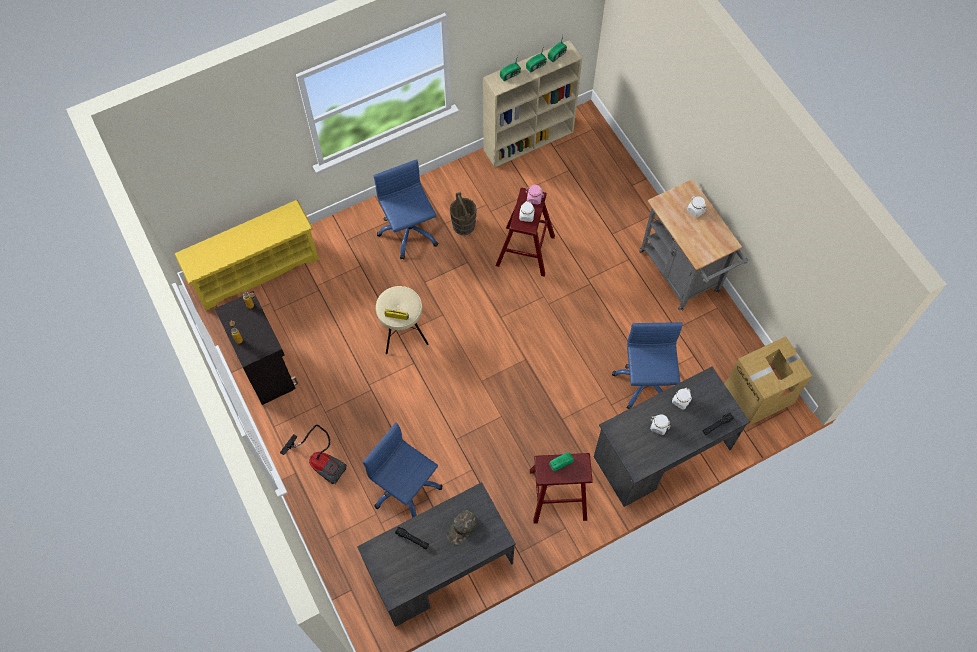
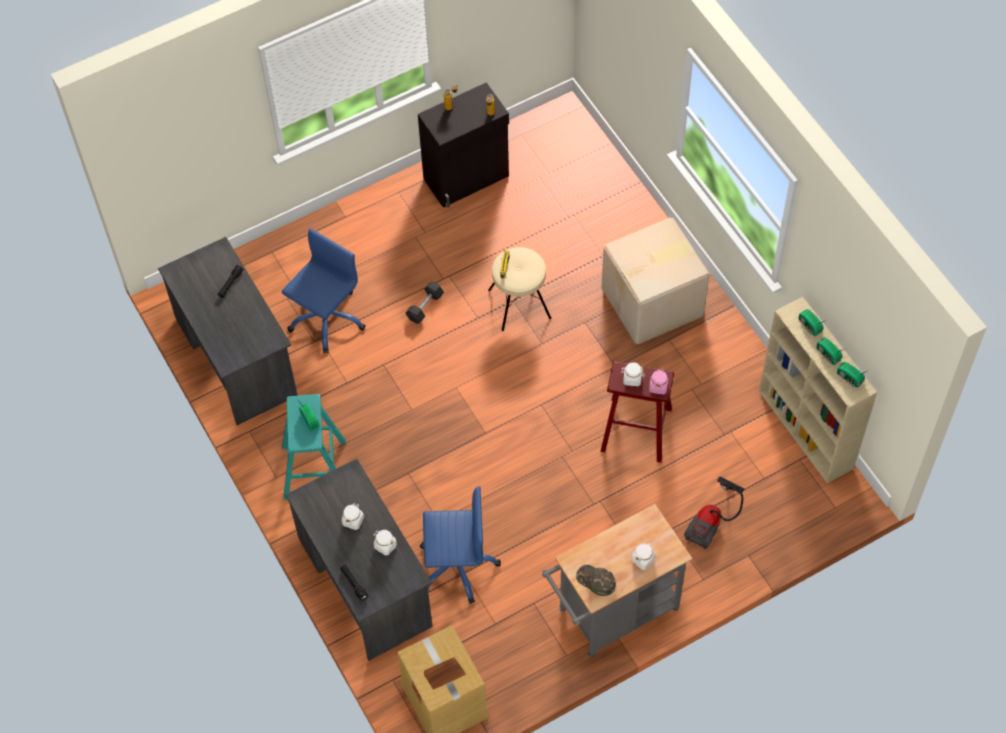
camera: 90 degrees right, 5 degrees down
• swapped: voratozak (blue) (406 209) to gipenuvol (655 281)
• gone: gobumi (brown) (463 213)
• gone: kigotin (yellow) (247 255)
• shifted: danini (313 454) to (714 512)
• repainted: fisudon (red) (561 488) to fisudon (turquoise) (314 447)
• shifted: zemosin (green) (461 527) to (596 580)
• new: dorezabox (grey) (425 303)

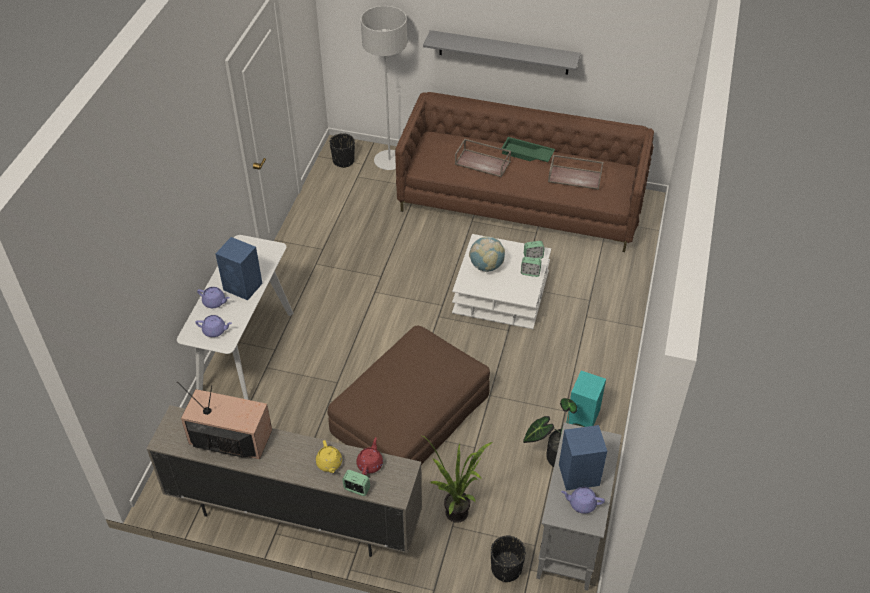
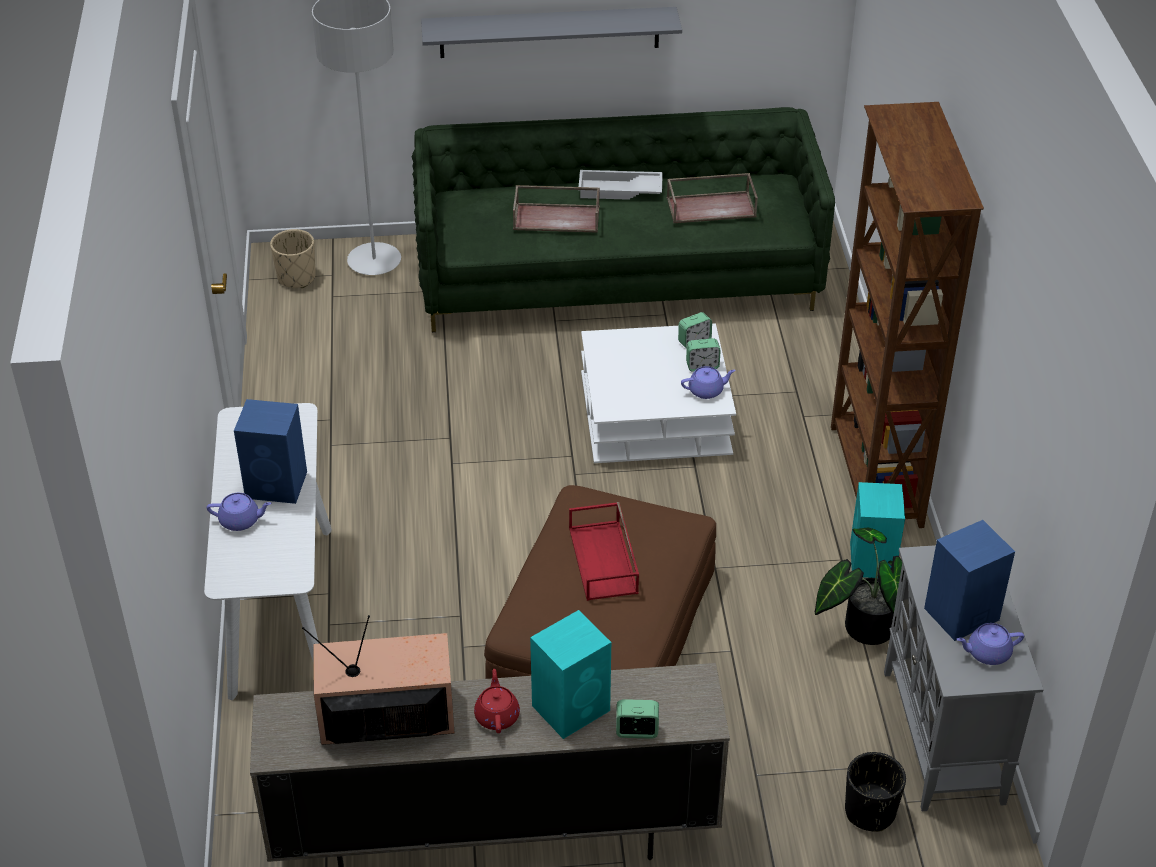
camera: 20 degrees left, 5 degrees down
• repainted: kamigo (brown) (524 172) to kamigo (green) (623 219)
• repainted: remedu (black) (342 150) to remedu (beige) (293 258)
• repainted: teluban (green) (528 149) to teluban (white) (621 185)
• gone: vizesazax (487 254)
• shifted: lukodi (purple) (213 326) to (708 382)
• gone: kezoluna (457 479)
• shifted: lukodi (red) (369 456) to (497 701)
• swapped: lukodi (yellow) (329 456) to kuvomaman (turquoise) (570 674)
• new: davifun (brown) (907 315)
• new: teluban (red) (604 551)

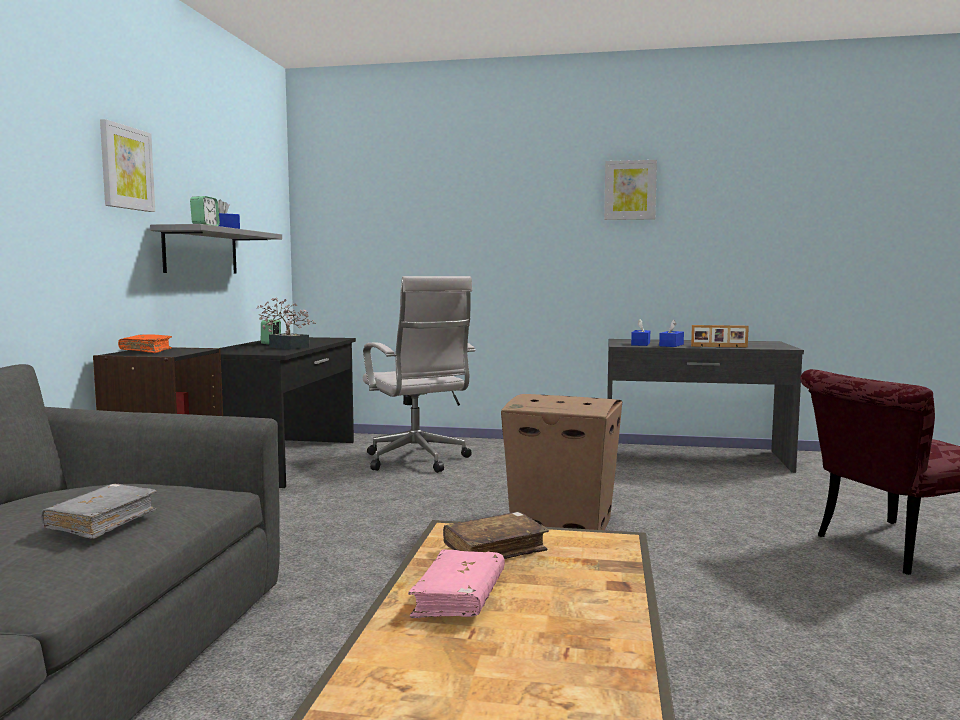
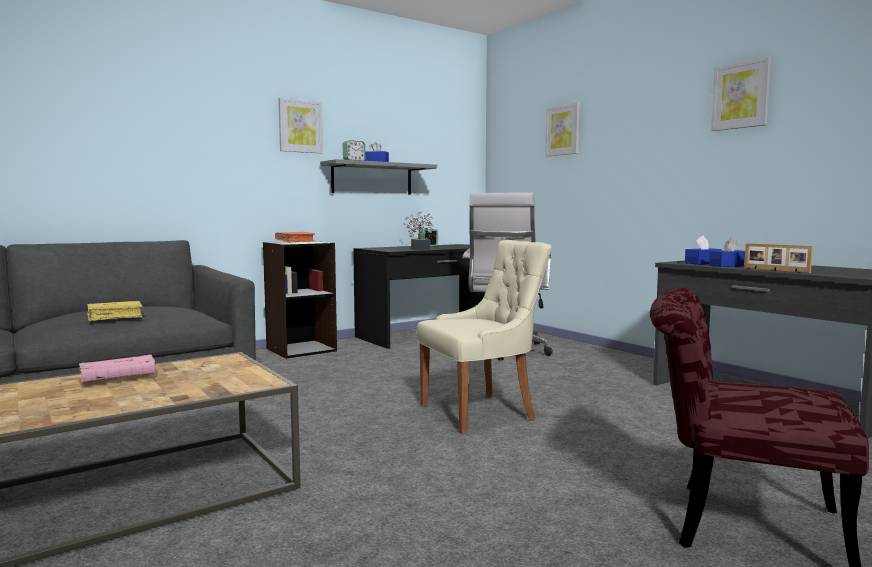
camera: 45 degrees right, 0 degrees up
• swapped: gipenuvol (561 462) to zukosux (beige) (484 337)
• repainted: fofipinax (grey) (99 511) to fofipinax (yellow) (115 311)
• gone: fofipinax (brown) (496 535)
• new: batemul (562 130)

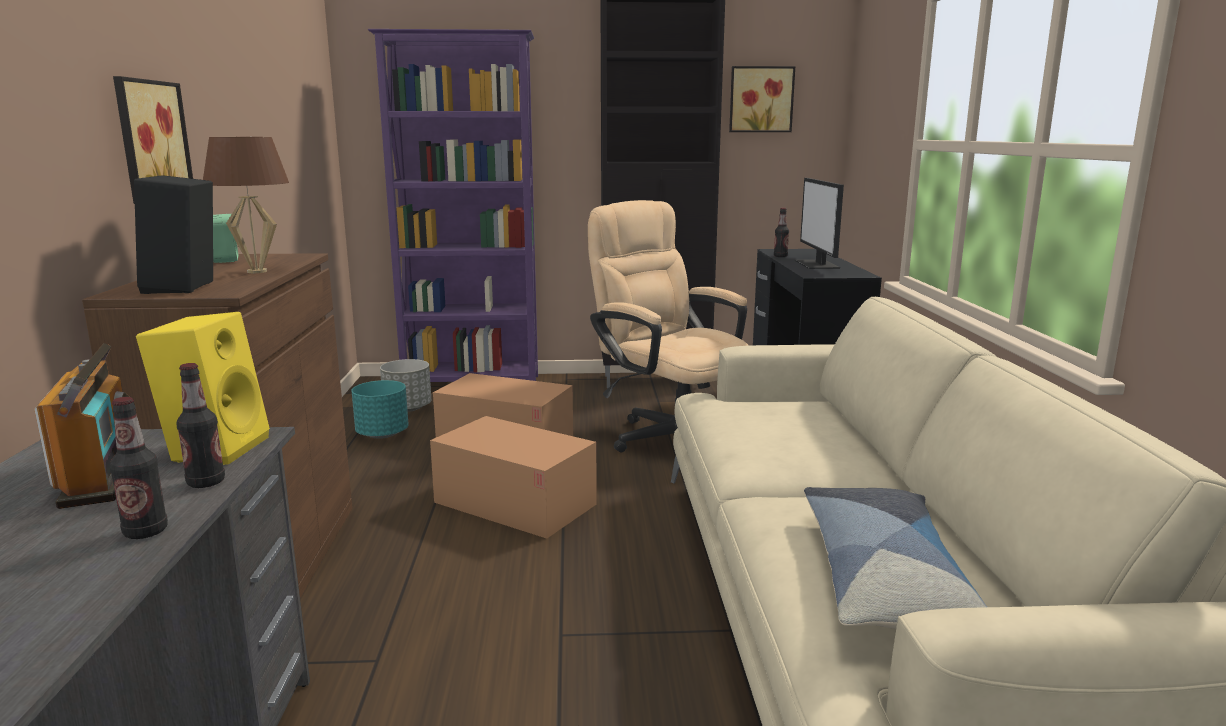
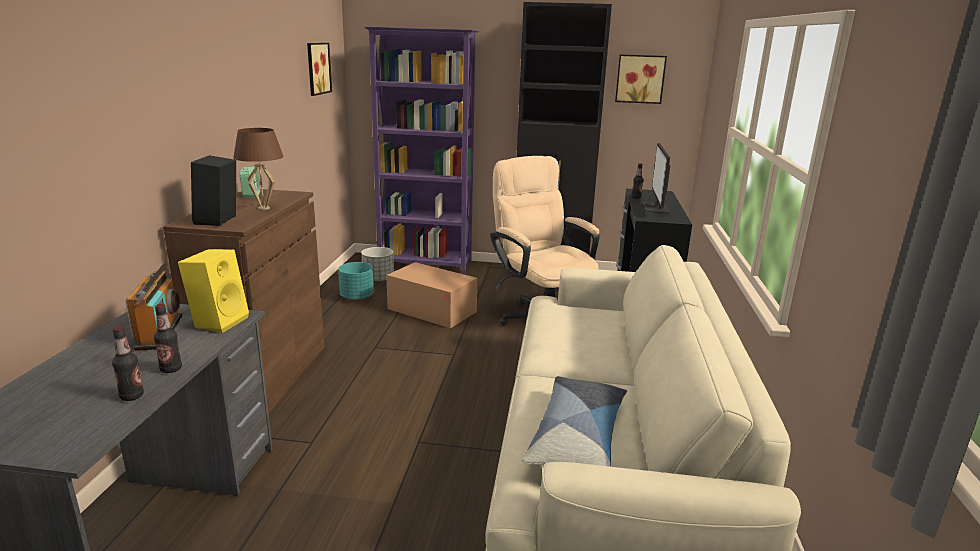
camera: 10 degrees right, 5 degrees up
• shifted: batemul (153 140) to (319 69)
• shifted: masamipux (200 425) to (128 363)
• gone: gipenuvol (513 477)

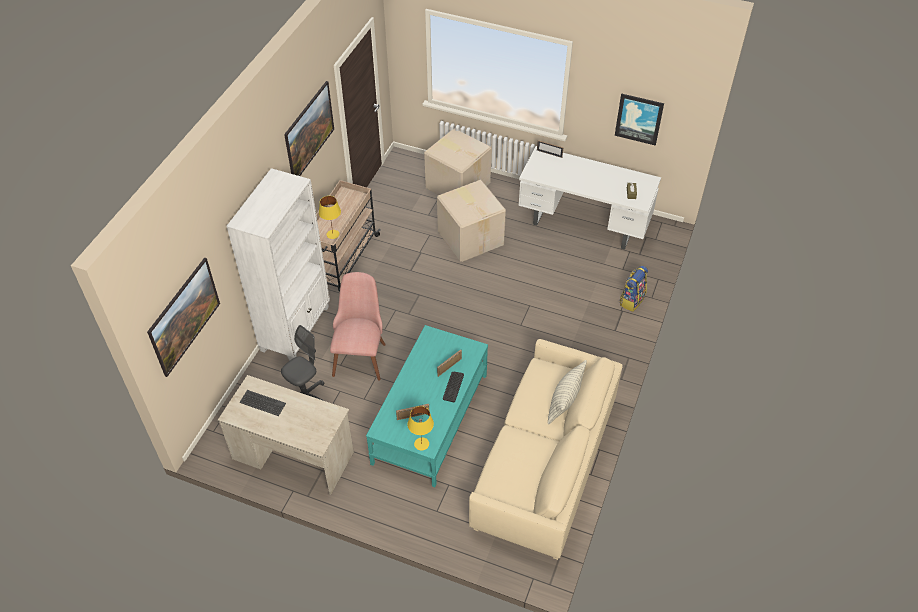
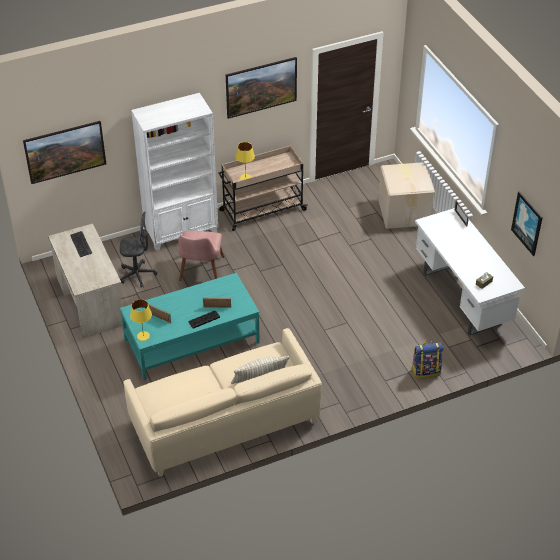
camera: 45 degrees right, 5 degrees down
• gone: gipenuvol (471 221)
• rotated: zukosux (pink) (358 326) = (200 256) 135 degrees clockwise

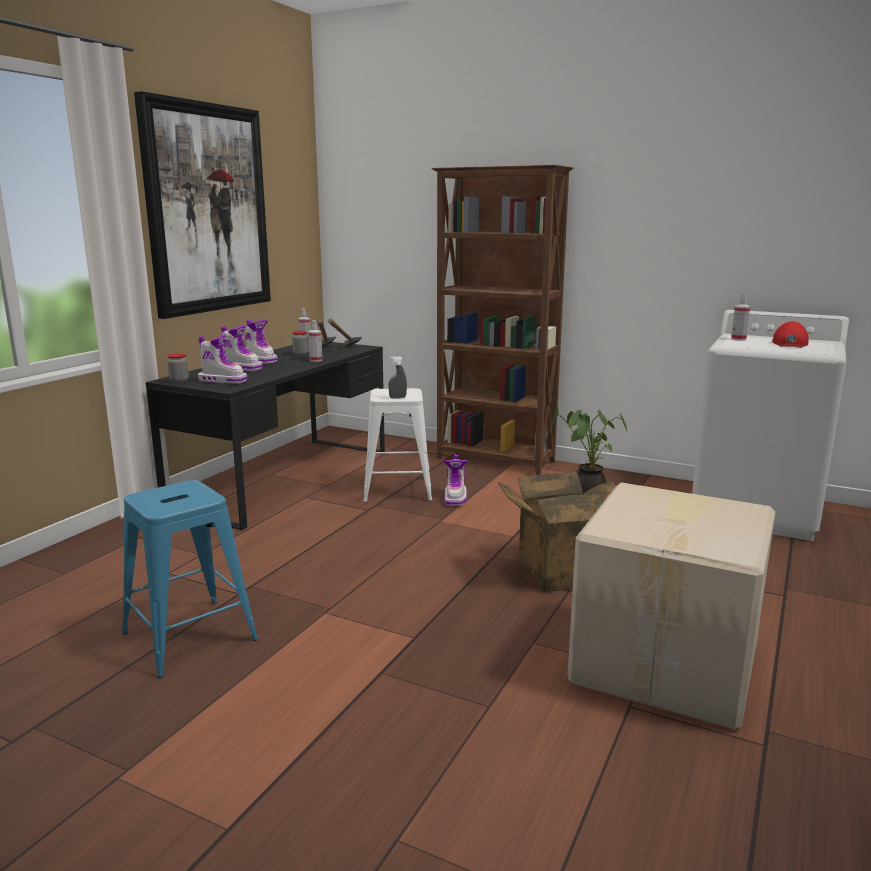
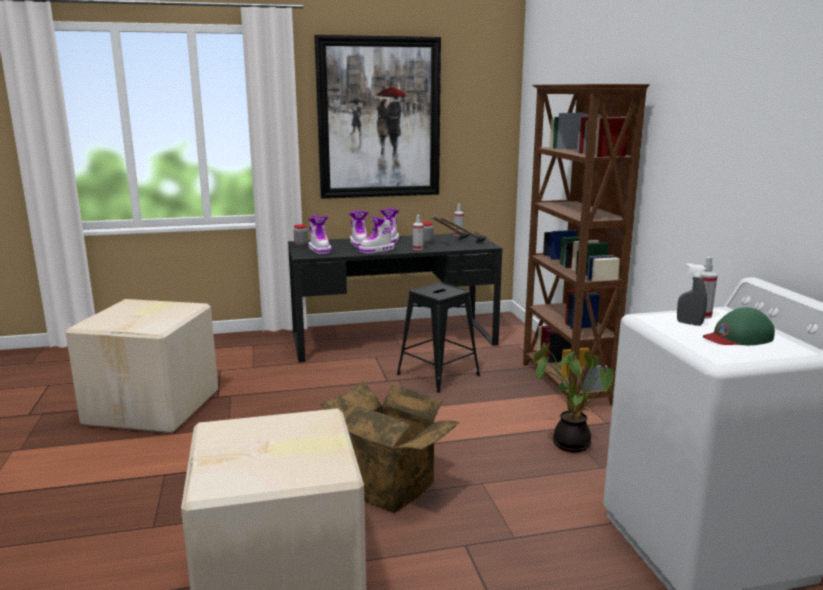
camera: 50 degrees right, 0 degrees up
• repainted: zemosin (red) (790 334) to zemosin (green) (739 326)
• shifted: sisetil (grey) (398 377) to (692 294)
• repainted: fisudon (white) (397 445) to fisudon (black) (438 338)
• shifted: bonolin (455 480) to (376 235)
• swapped: fisudon (blue) (190 579) to gipenuvol (141 366)

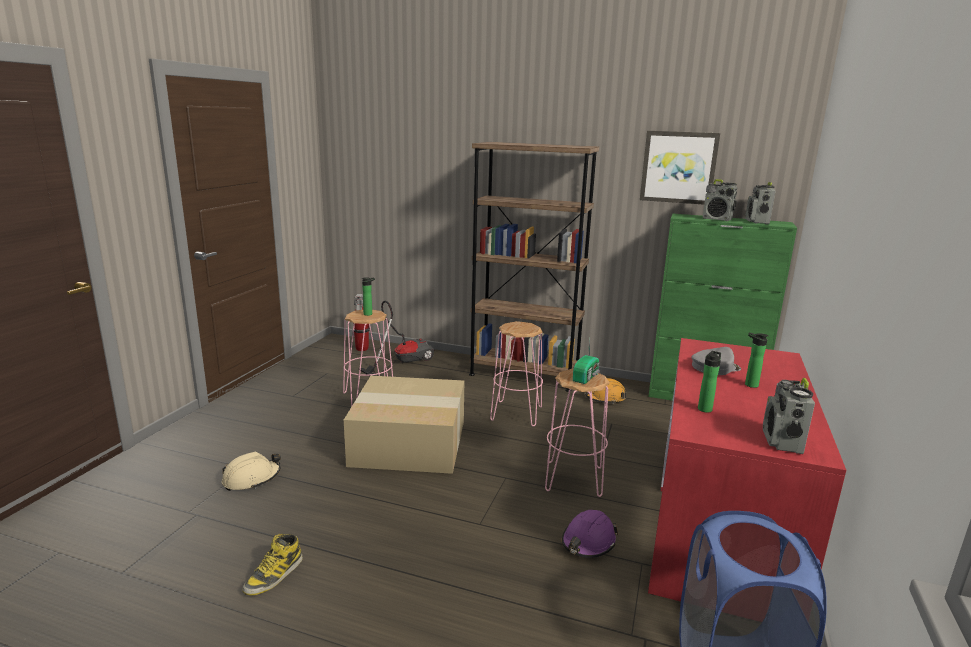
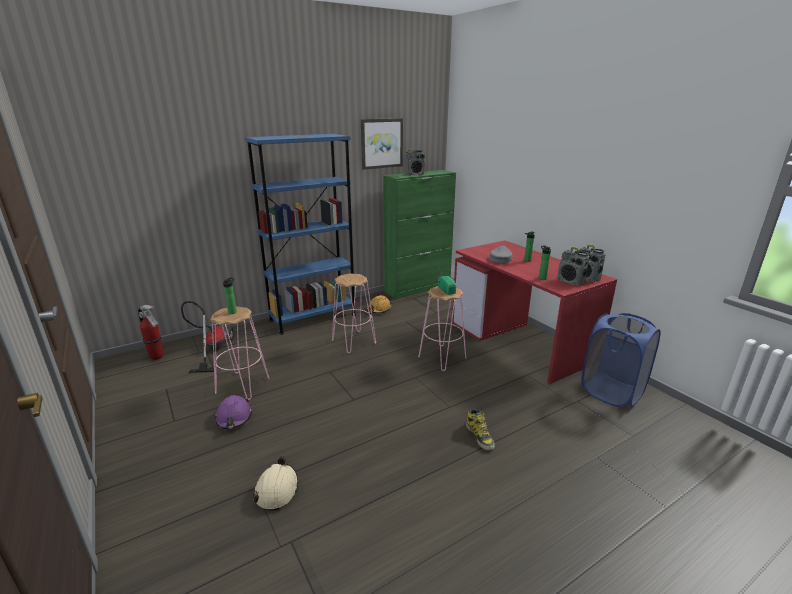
camera: 50 degrees left, 5 degrees up
• repainted: davifun (brown) (534 267) to davifun (blue) (300 234)
• shifted: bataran (760 203) to (573 266)
• gone: gipenuvol (404 425)
• shifted: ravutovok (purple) (590 534) to (233 412)
• shifted: bonolin (273 565) to (480 429)

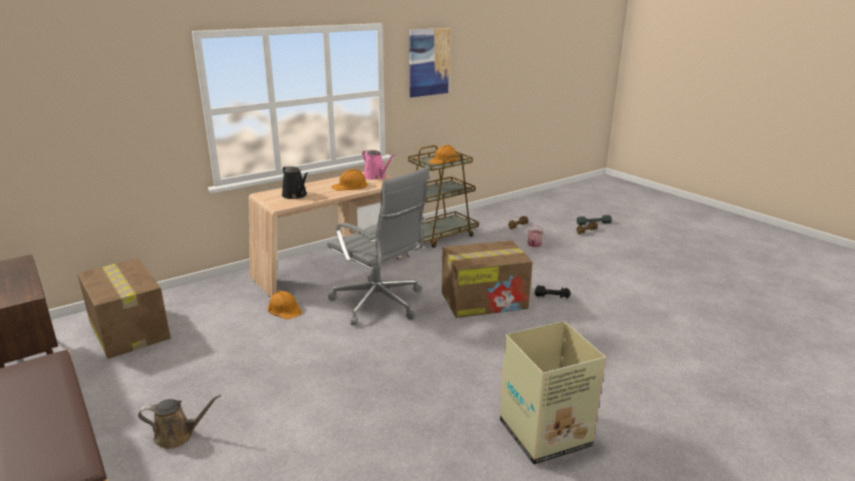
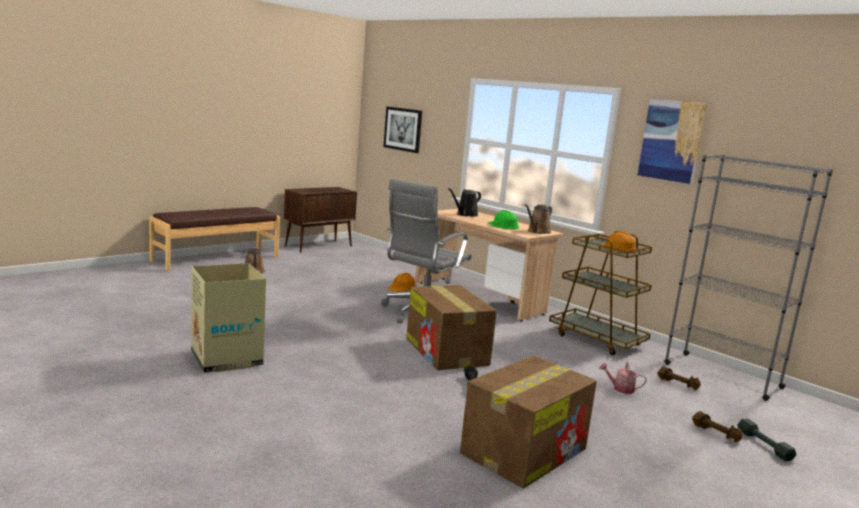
camera: 80 degrees right, 10 degrees down
• repainted: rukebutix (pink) (378 165) to rukebutix (brown) (538 219)
• repainted: ravutovok (orange) (349 180) to ravutovok (green) (503 219)
• shifted: gipenuvol (124 308) to (528 421)
• new: batemul (402 129)
• new: davifun (grey) (748 278)

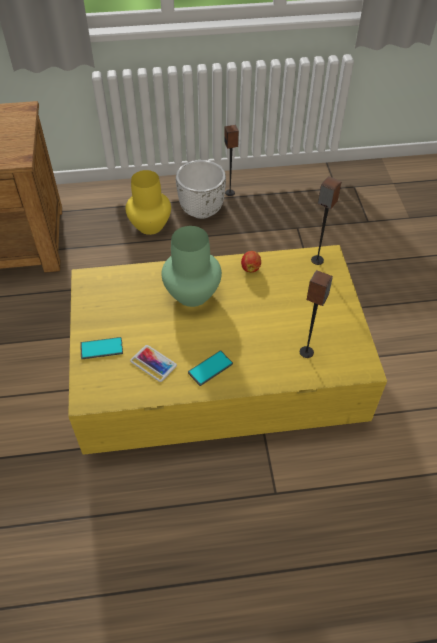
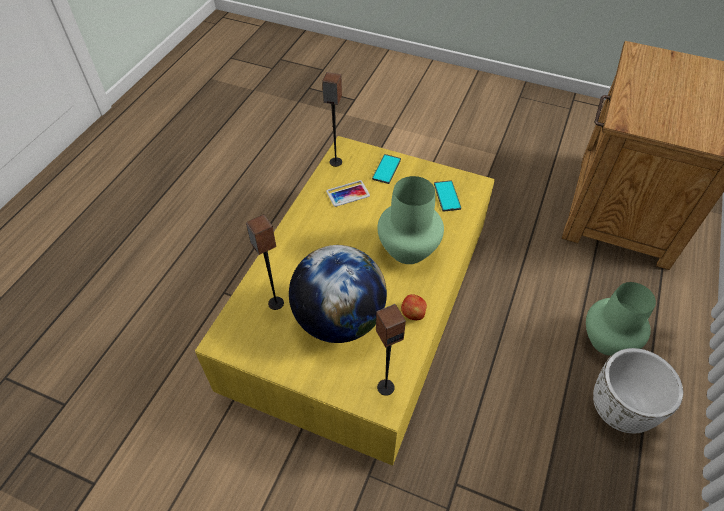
camera: 120 degrees right, 0 degrees up
• shifted: kuvomaman (231 160) to (332 119)
• repainted: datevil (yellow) (148 202) to datevil (green) (621 319)
• shifted: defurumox (210 368) to (447 196)
• new: vizesazax (338 294)

